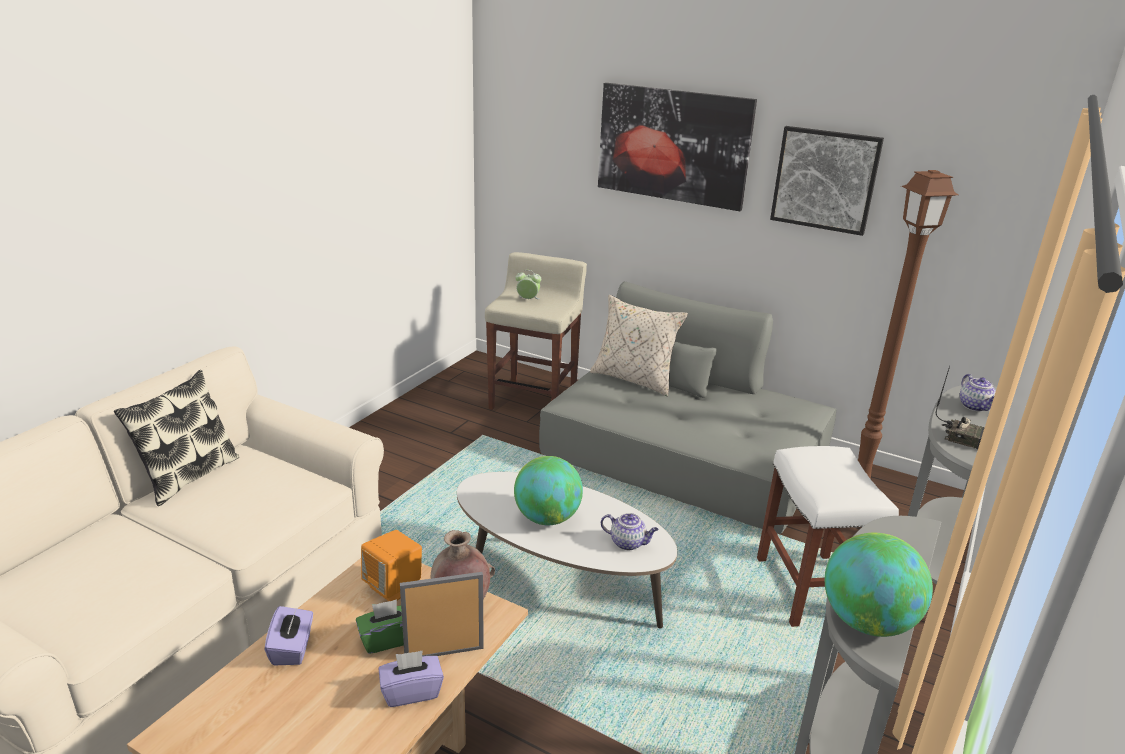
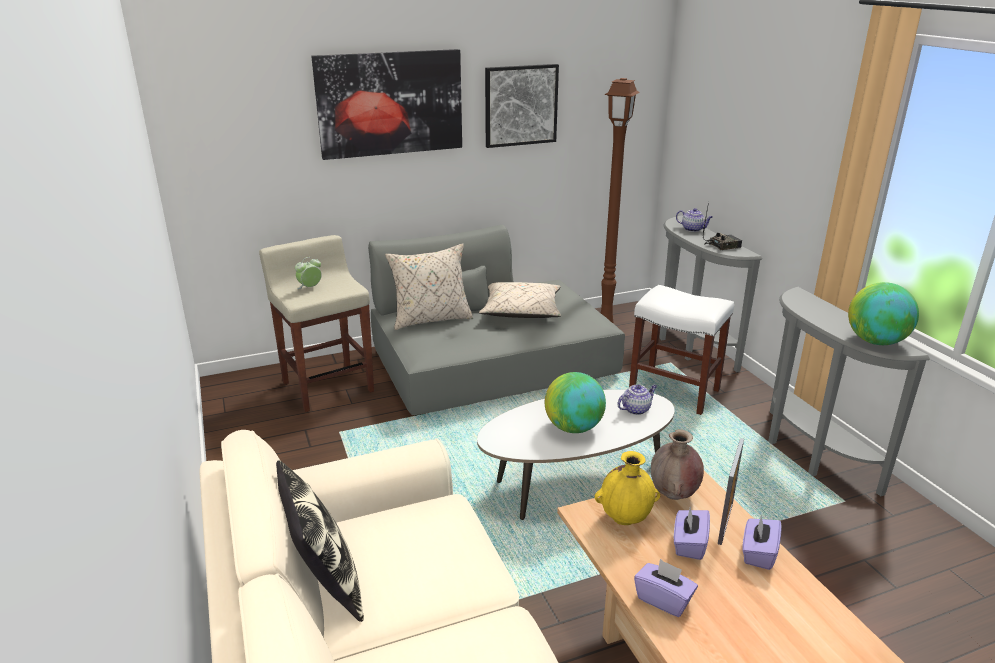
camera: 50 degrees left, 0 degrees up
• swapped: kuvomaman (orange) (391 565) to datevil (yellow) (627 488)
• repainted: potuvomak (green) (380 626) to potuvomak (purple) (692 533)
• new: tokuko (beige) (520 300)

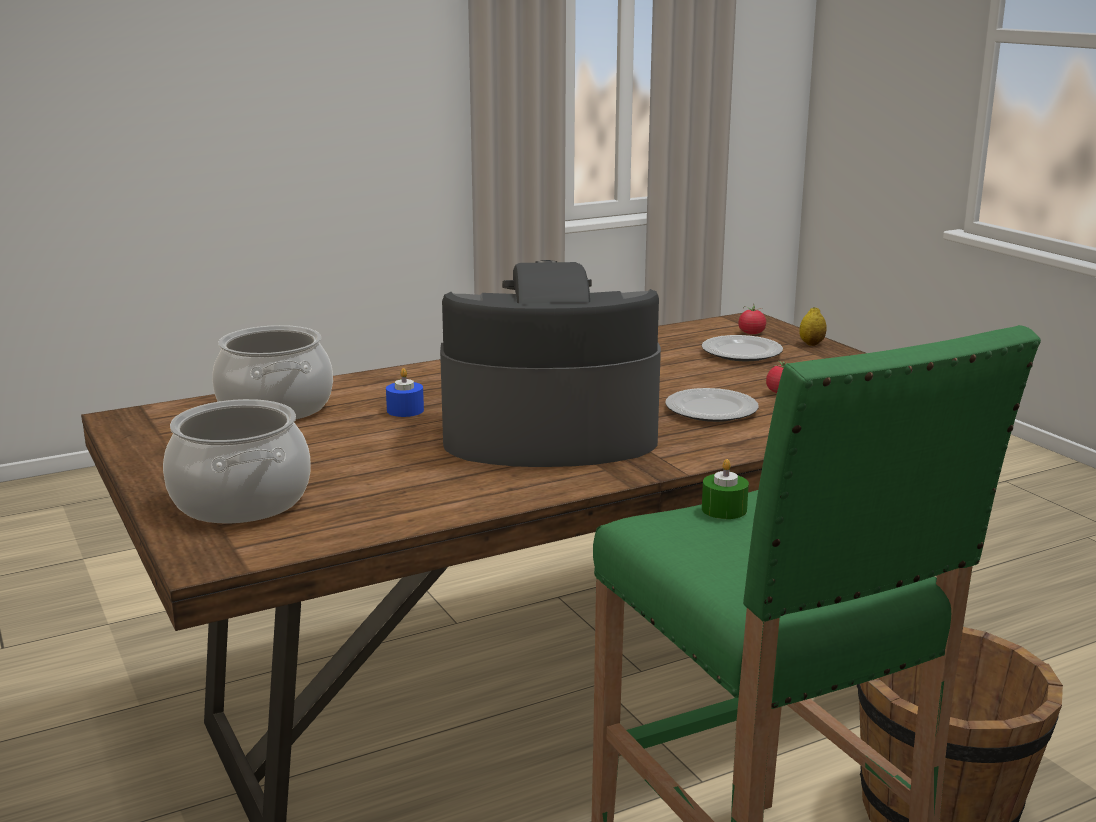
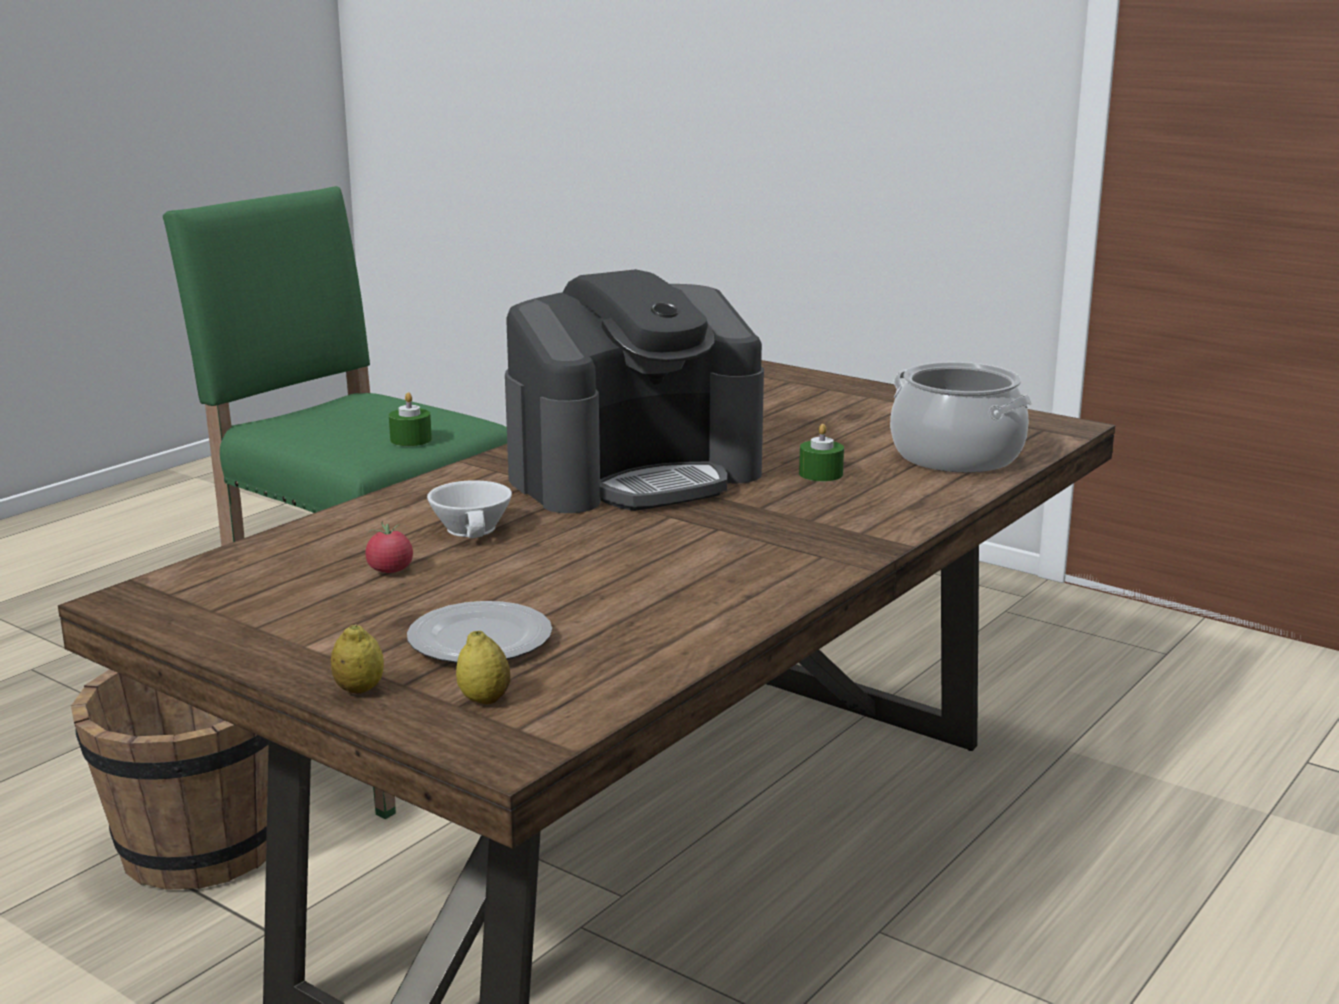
camera: 155 degrees right, 0 degrees up
• swapped: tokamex (752 319) to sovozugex (483 667)
• repainted: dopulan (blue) (405 392) to dopulan (green) (821 452)
• swapped: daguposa (712 405) to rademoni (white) (469 509)
• gone: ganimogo (237 461)

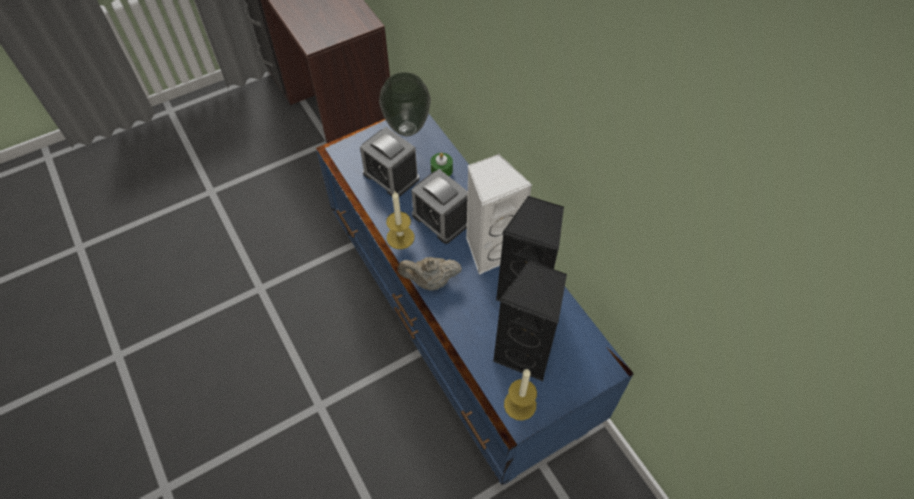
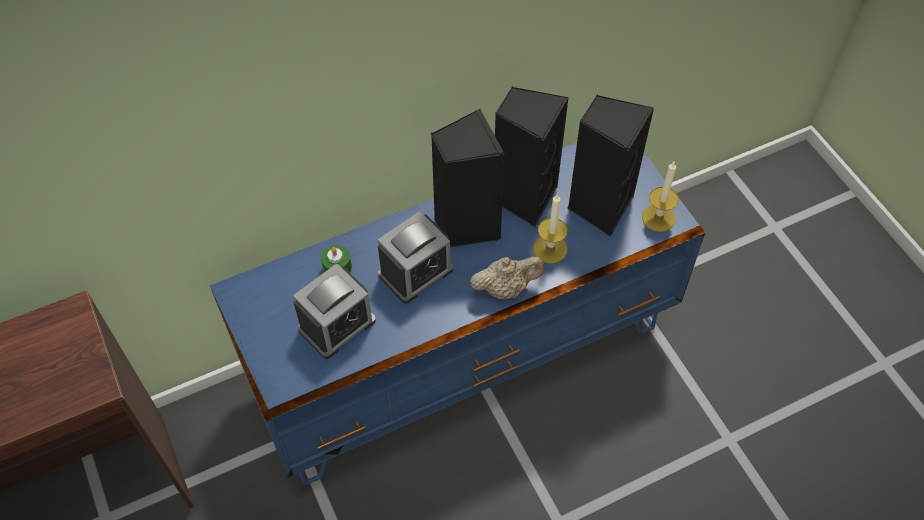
camera: 85 degrees left, 0 degrees up
• gone: datevil (405 104)
• repainted: kuvomaman (white) (499 214) to kuvomaman (black) (468 178)
• shifted: dopulan (400 220) to (550 228)
• rotated: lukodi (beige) (430 274) = (507 277) 105 degrees counterclockwise

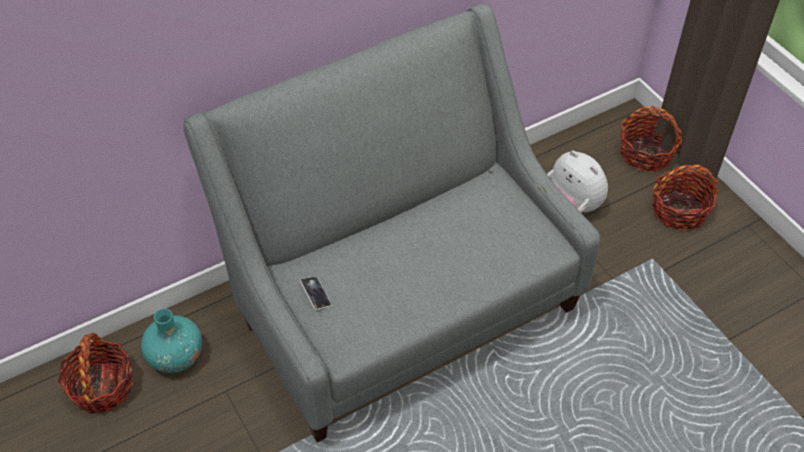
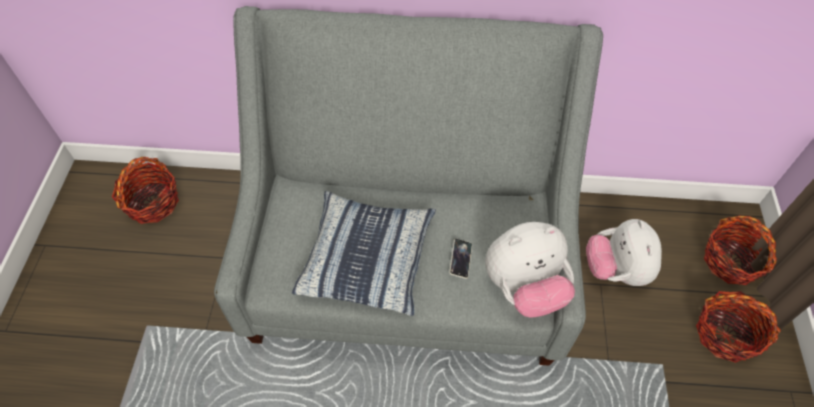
camera: 35 degrees right, 5 degrees up
• shifted: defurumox (316 293) to (460 258)
• gone: datevil (turquoise) (171 341)
• new: tokuko (364 253)
• new: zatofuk (530 270)

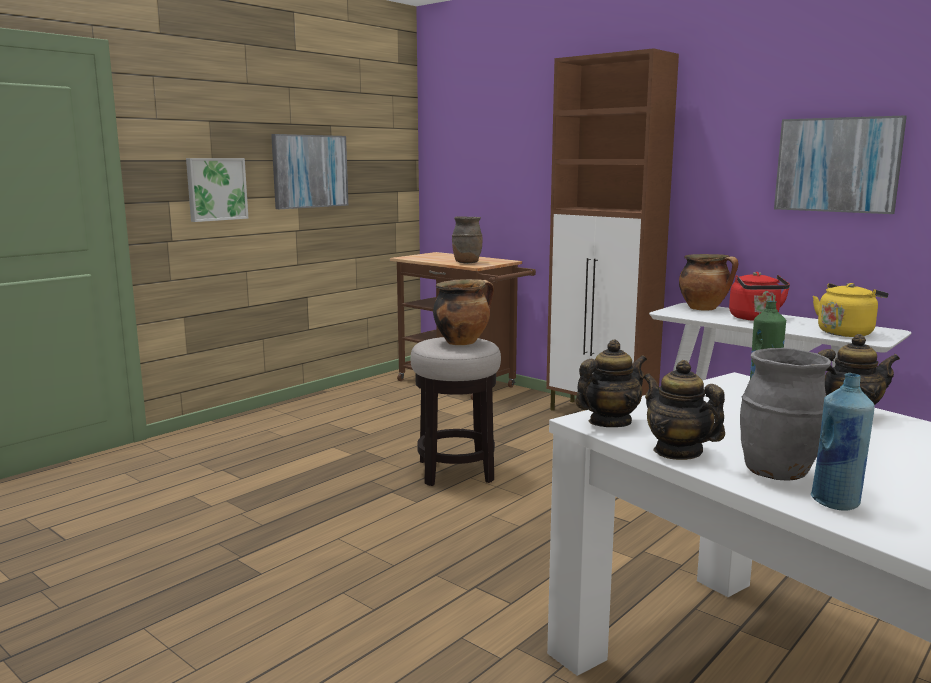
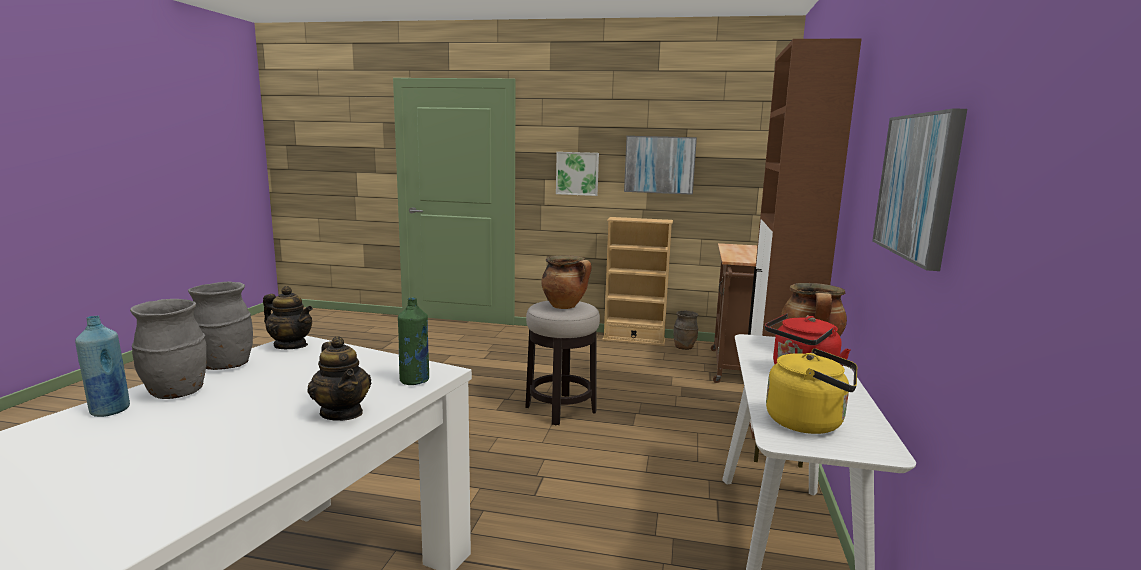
camera: 60 degrees right, 0 degrees up
• shifted: datevil (brown) (467 240) to (685 330)
• swapped: lukodi (684 410) to datevil (grey) (220 325)
• new: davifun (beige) (637 281)

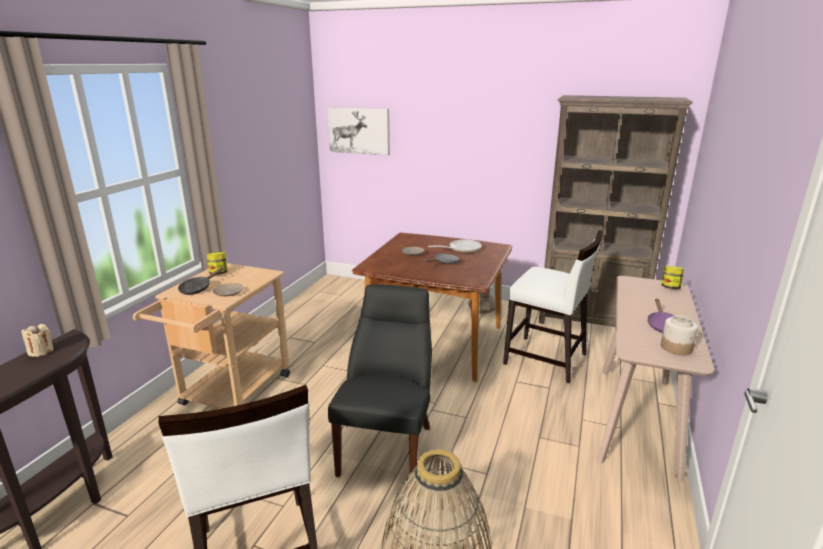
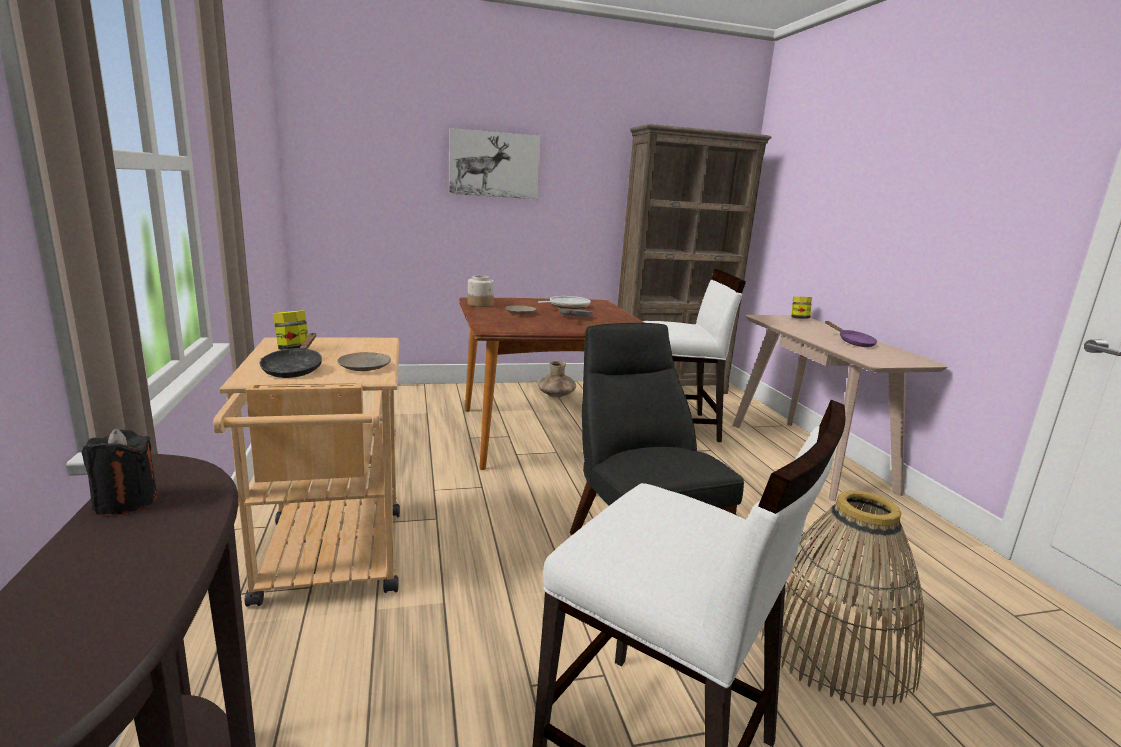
camera: 35 degrees left, 5 degrees down
• shifted: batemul (358 131) to (495 163)
• shifted: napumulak (679 335) to (480 291)
• repainted: dopulan (beige) (37 340) to dopulan (black) (119 472)

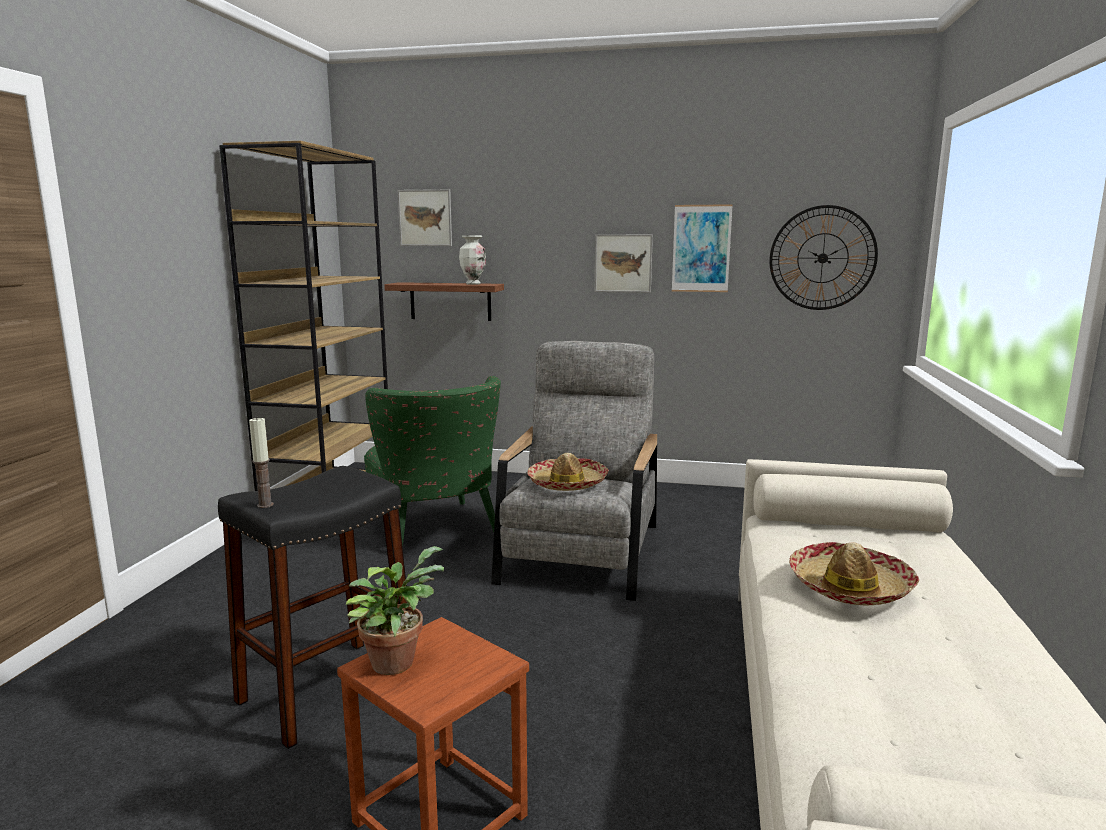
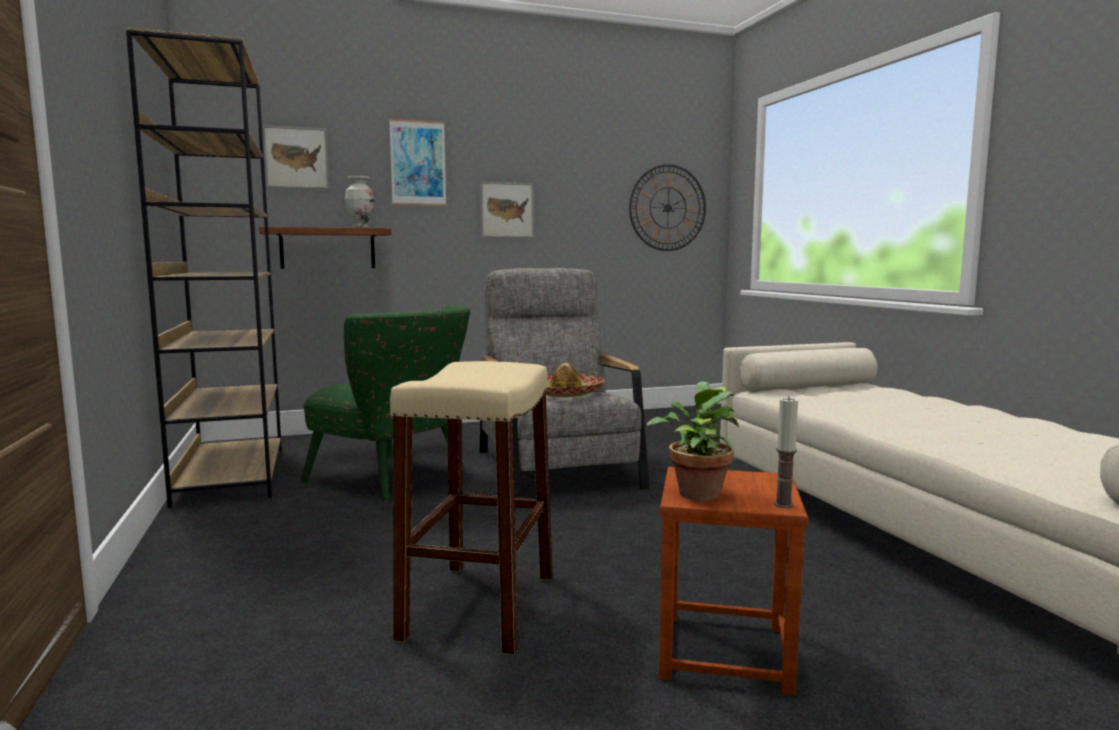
camera: 30 degrees left, 5 degrees down
• shifted: batemul (702 248) to (417 162)
• shifted: dopulan (261 462) to (786 452)
• repainted: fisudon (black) (312 607) to fisudon (beige) (471 508)
• gone: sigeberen (854 573)

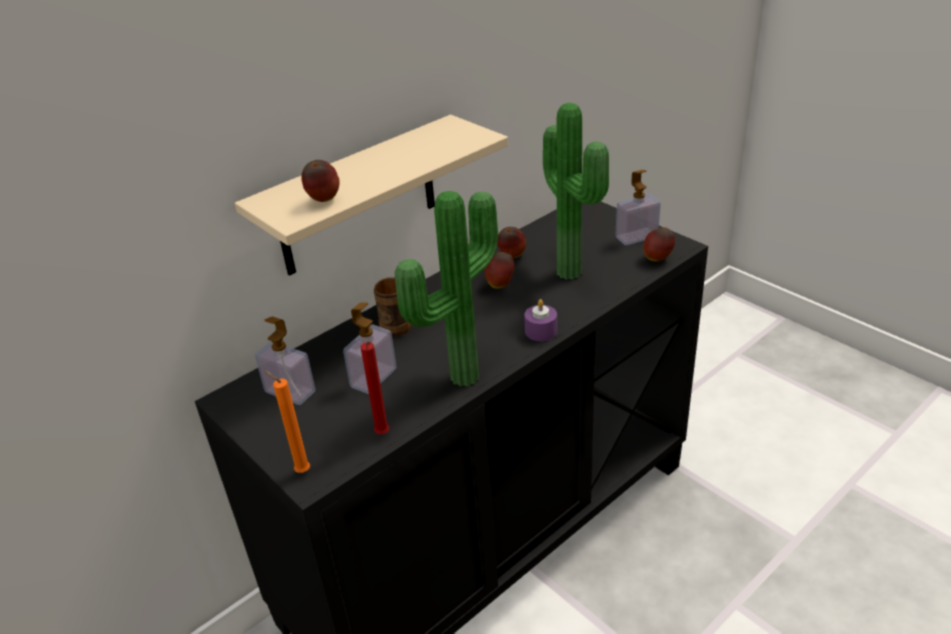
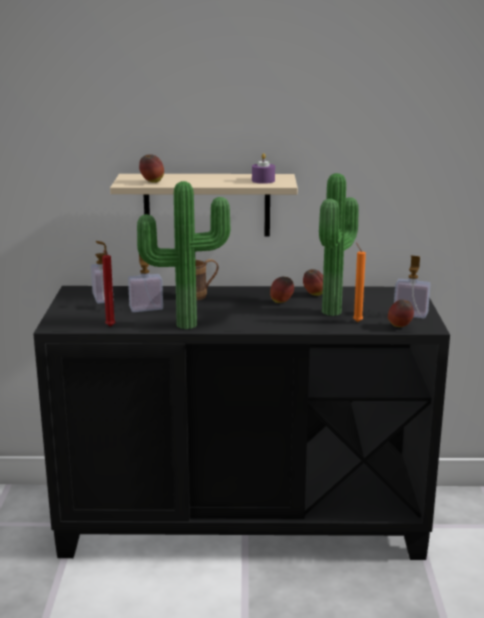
camera: 40 degrees right, 15 degrees down
• shifted: dopulan (purple) (540 320) to (263 168)
• shifted: dopulan (orange) (287 421) to (359 282)

